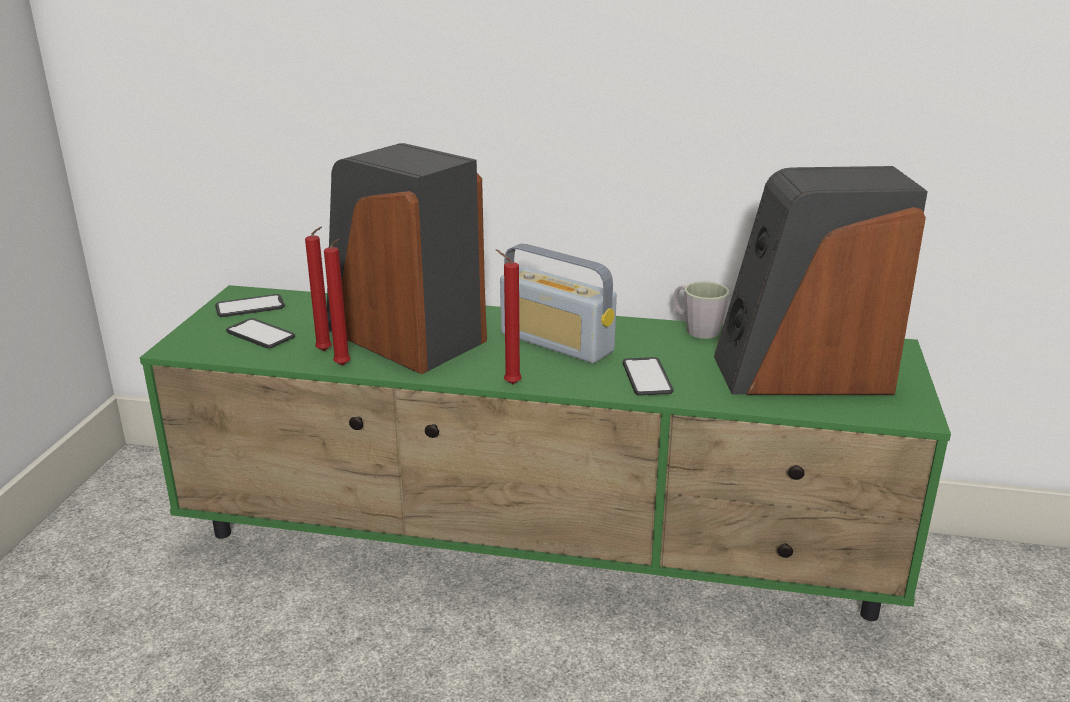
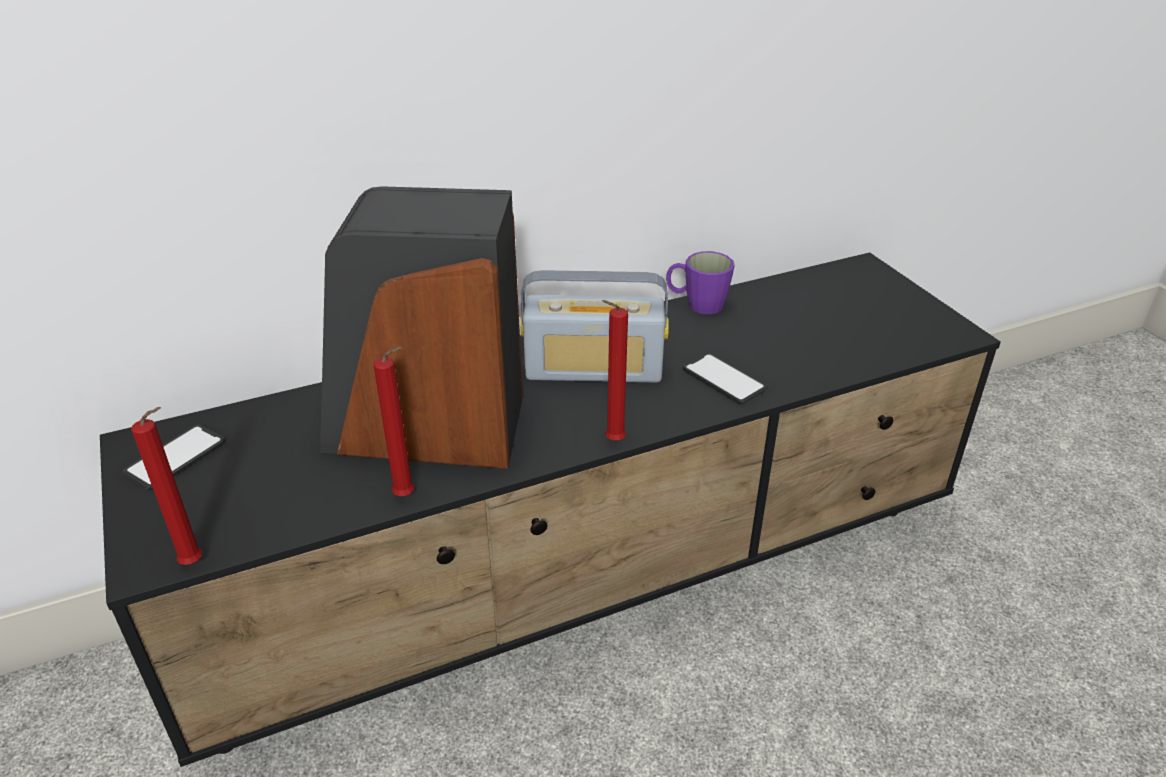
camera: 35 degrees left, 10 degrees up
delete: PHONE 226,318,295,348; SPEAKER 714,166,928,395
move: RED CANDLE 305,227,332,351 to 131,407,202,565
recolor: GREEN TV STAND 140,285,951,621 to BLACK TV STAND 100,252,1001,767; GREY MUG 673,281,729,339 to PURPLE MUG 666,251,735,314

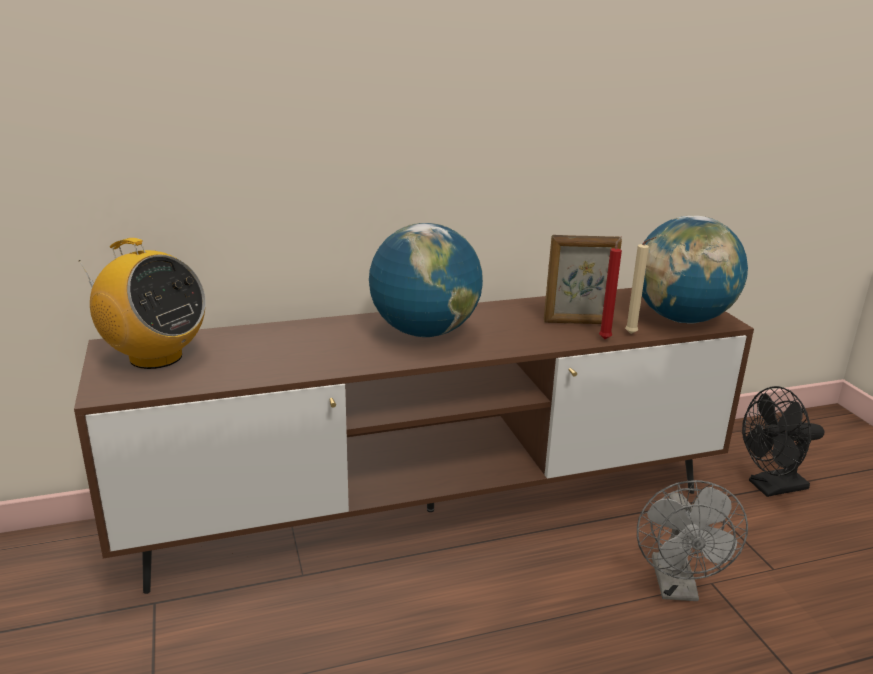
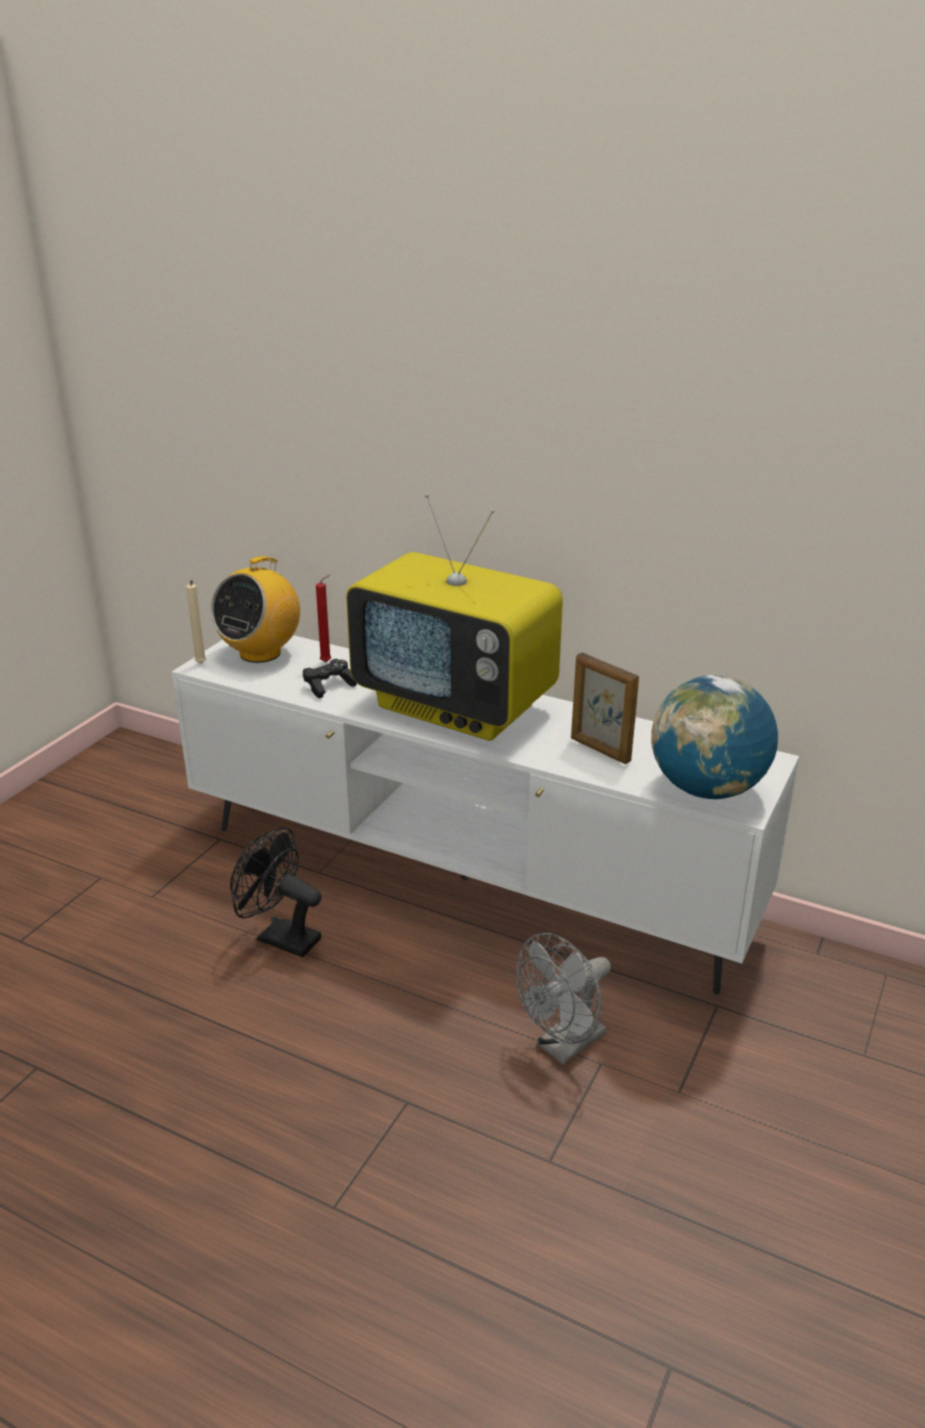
camera: 45 degrees right, 5 degrees up
insert: BLACK GAME CONTROLLER 303,659,357,698
move: RED CANDLE 599,237,622,339 to 316,575,331,662; BEIGE CANDLE 625,237,656,334 to 186,580,207,663; BLACK FAN 742,386,824,497 to 230,827,322,957
replace: GLOBE 369,223,483,337 to TELEVISION 346,493,563,741
recolor: BROWN TV STAND 74,288,754,594 to WHITE TV STAND 172,635,799,995
rotate: RADIO 79,238,206,369 = 211,556,300,663 45 degrees clockwise

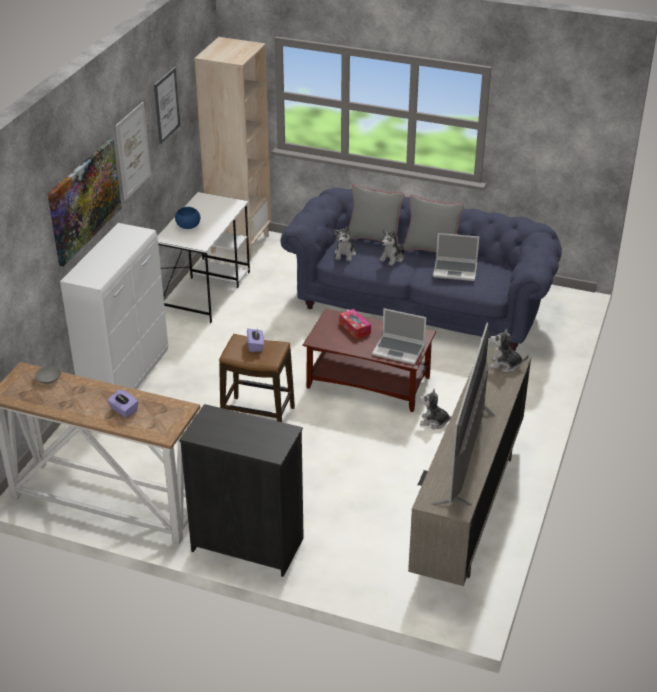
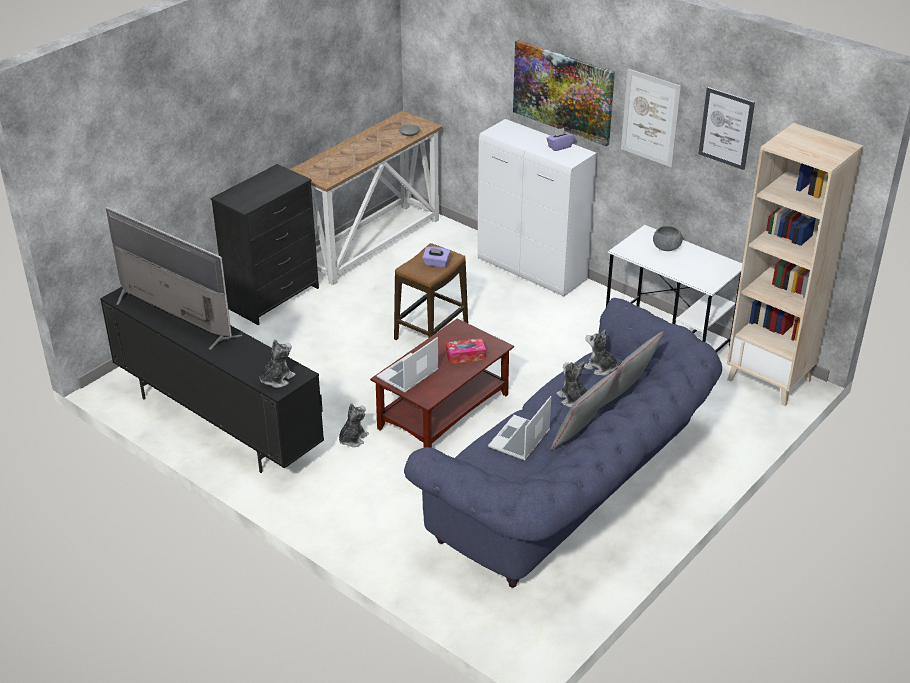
camera: 110 degrees right, 0 degrees up
move: PURPLE TISSUE BOX 107,389,138,418 to 546,128,574,151
recolor: BLUE BOWL 175,207,200,229 to GREY BOWL 653,226,683,251; BEIGE TV STAND 408,348,531,586 to BLACK TV STAND 100,287,324,473

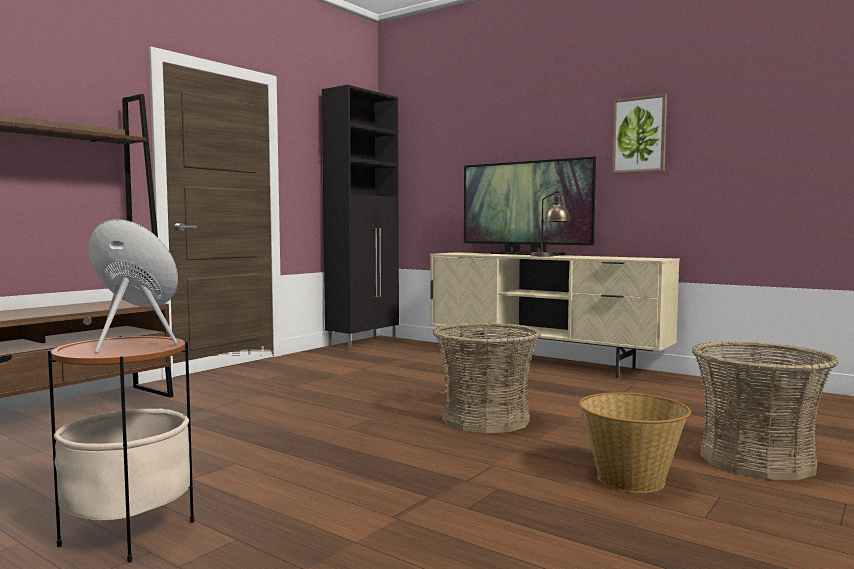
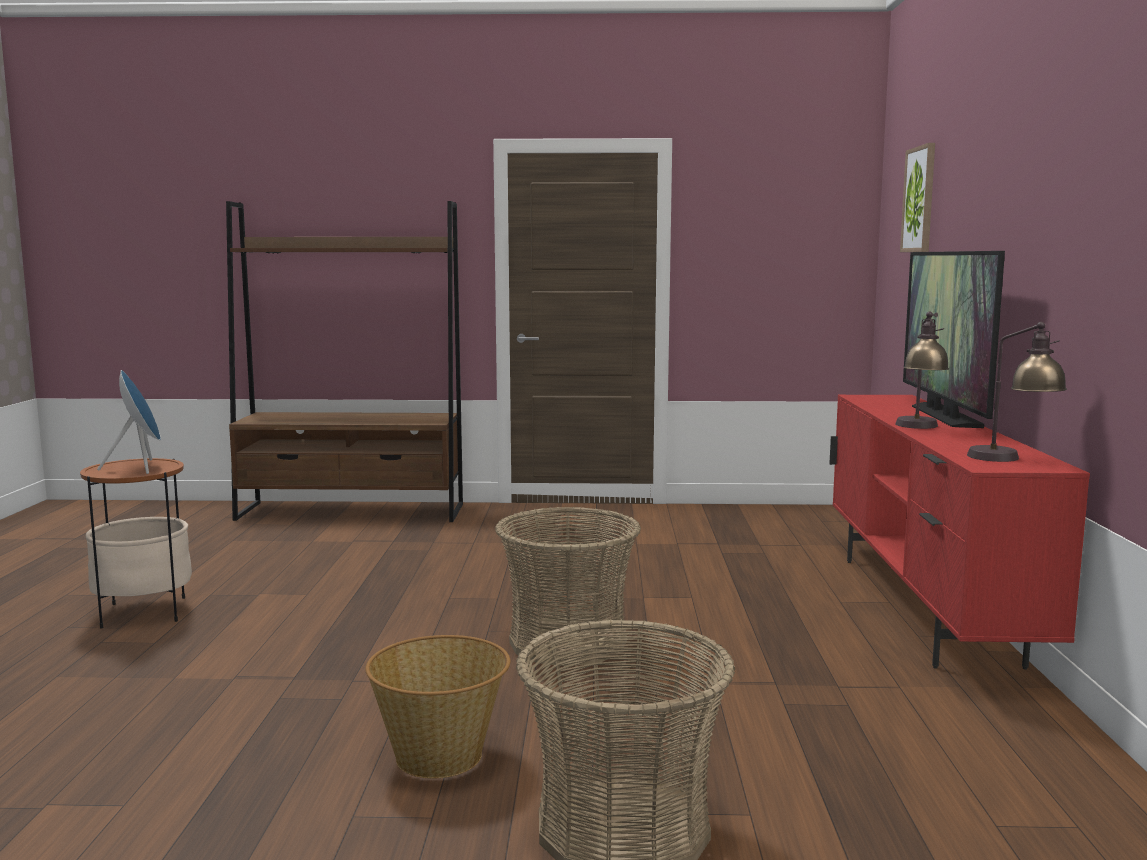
camera: 55 degrees right, 5 degrees up
delete: BLACK CABINET 322,85,399,351
insert: TABLE LAMP 967,322,1067,462
move: PICTURE 612,94,667,174 to 900,143,935,252
recolor: BEIGE TV STAND 430,252,680,378 to RED TV STAND 829,395,1090,670

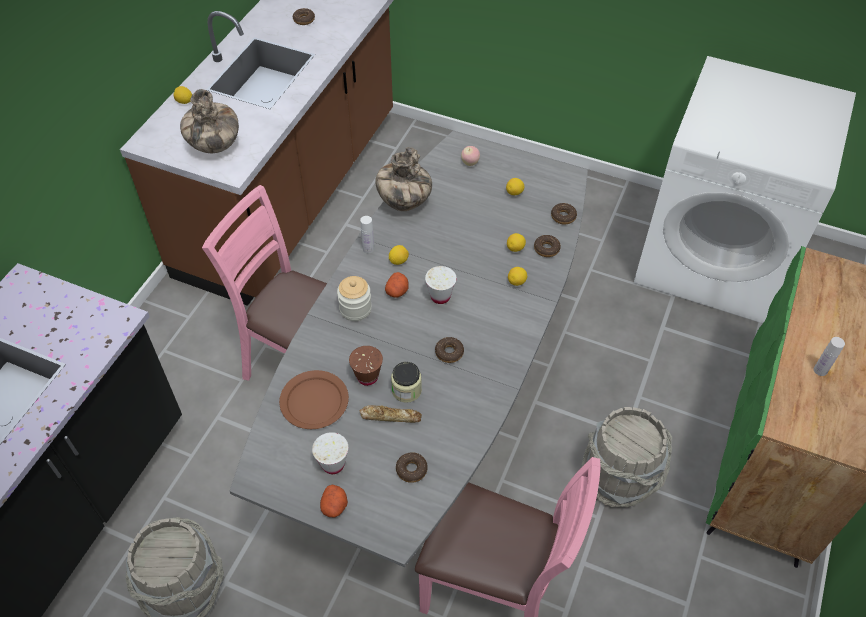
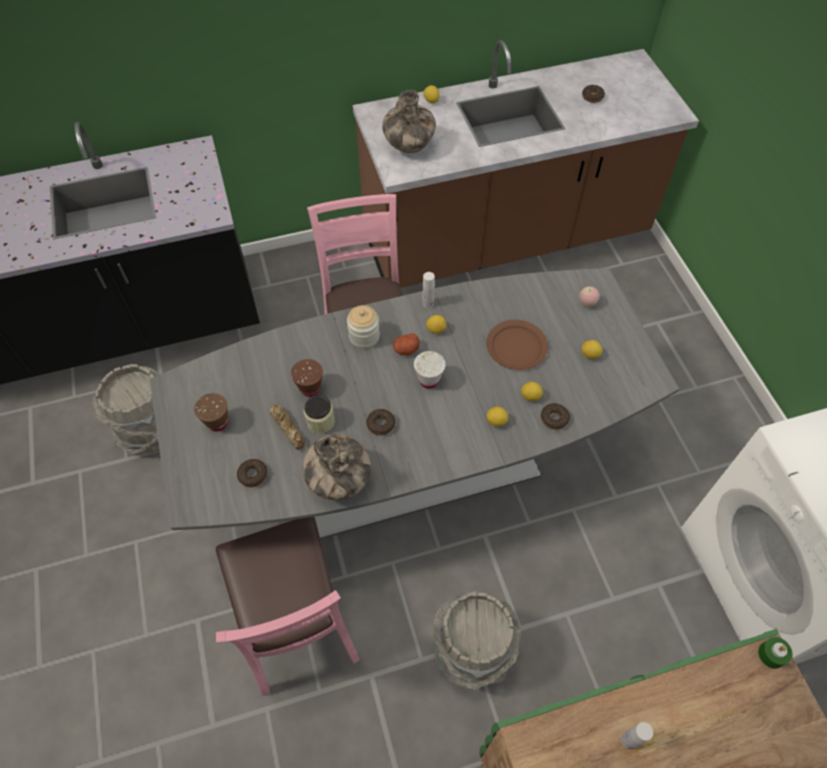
camera: 50 degrees right, 5 degrees up
delete: POTATO 320,484,348,518; DONUT 551,203,577,224
insert: GREEN CANDLE 758,637,793,669
move: BROWN PLATE 279,370,349,429 to 486,320,548,370; VASE 375,147,432,211 to 302,435,371,501
recolor: WHITE CUP 312,432,348,474 to BROWN CUP 194,393,228,431

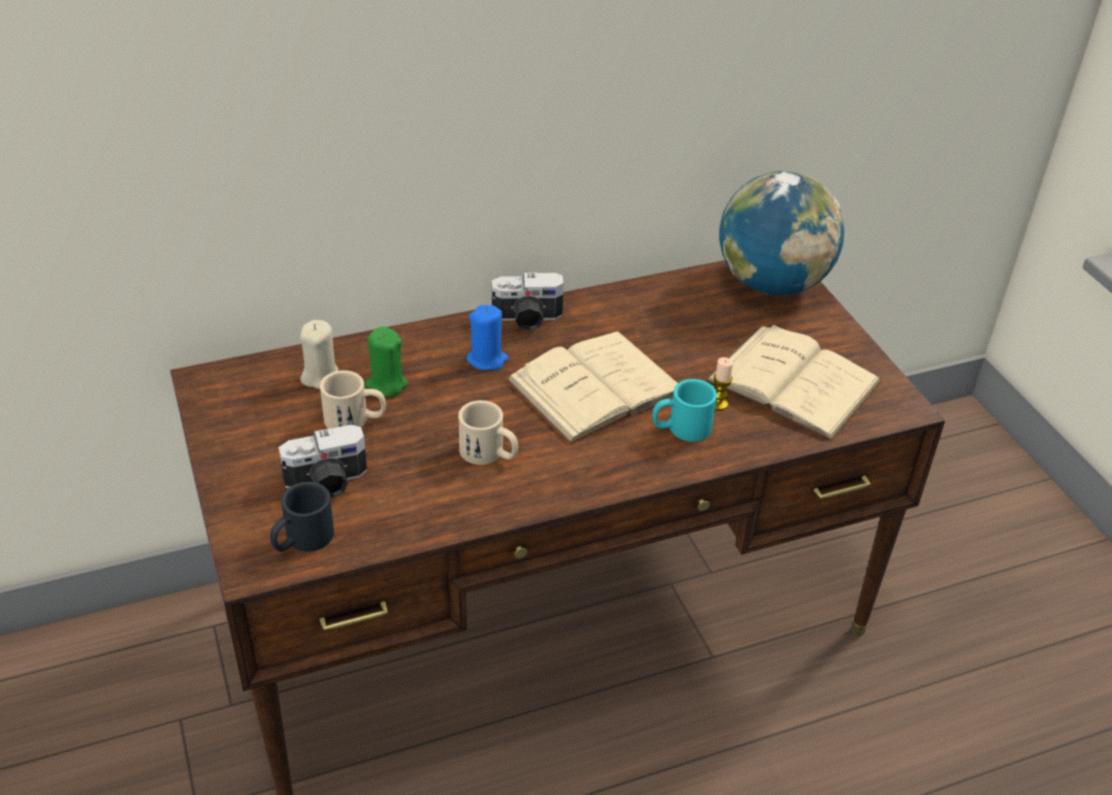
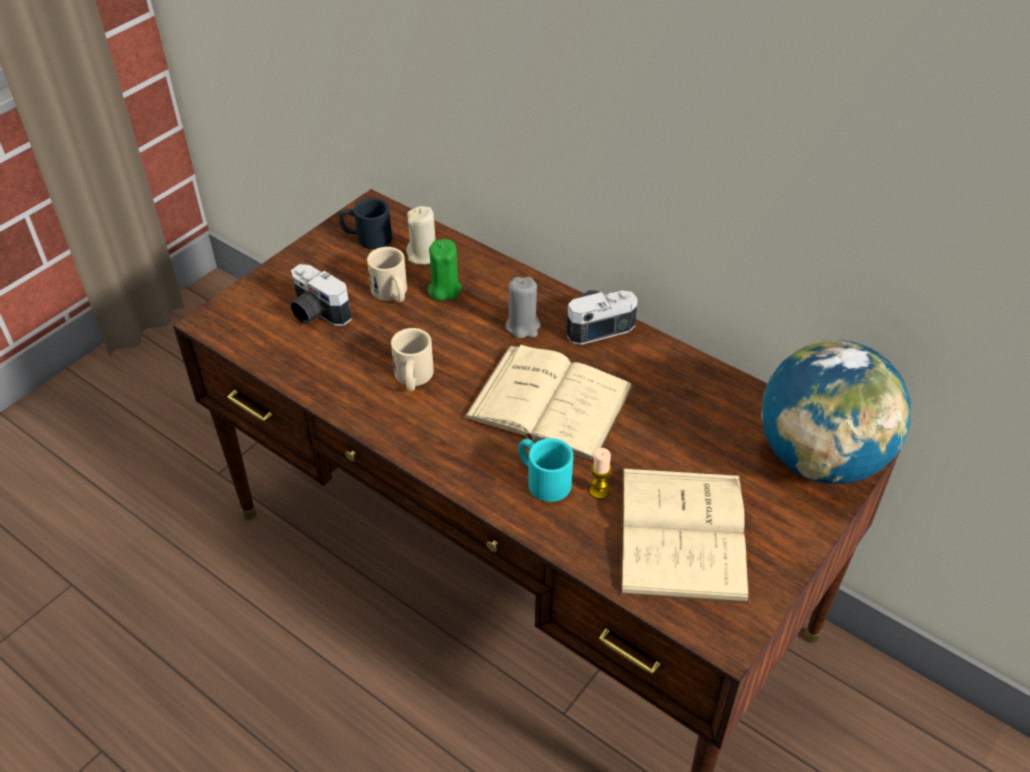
camera: 60 degrees right, 5 degrees up
move: BLACK MUG 270,482,334,552 to 339,198,392,249
recolor: BLUE CANDLE 466,305,508,370 to GREY CANDLE 506,277,541,339
rotate: PHOTO CAMERA 492,272,564,331 = 567,290,638,345 105 degrees clockwise

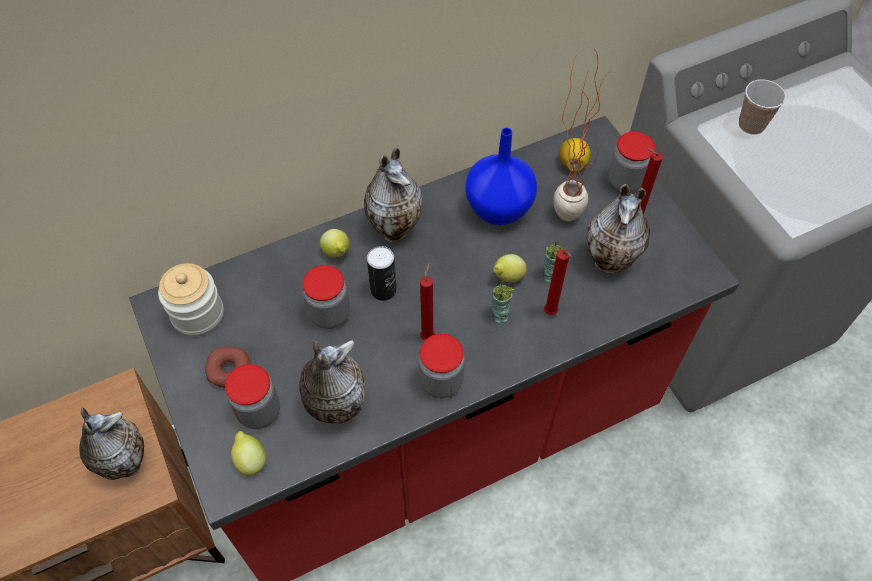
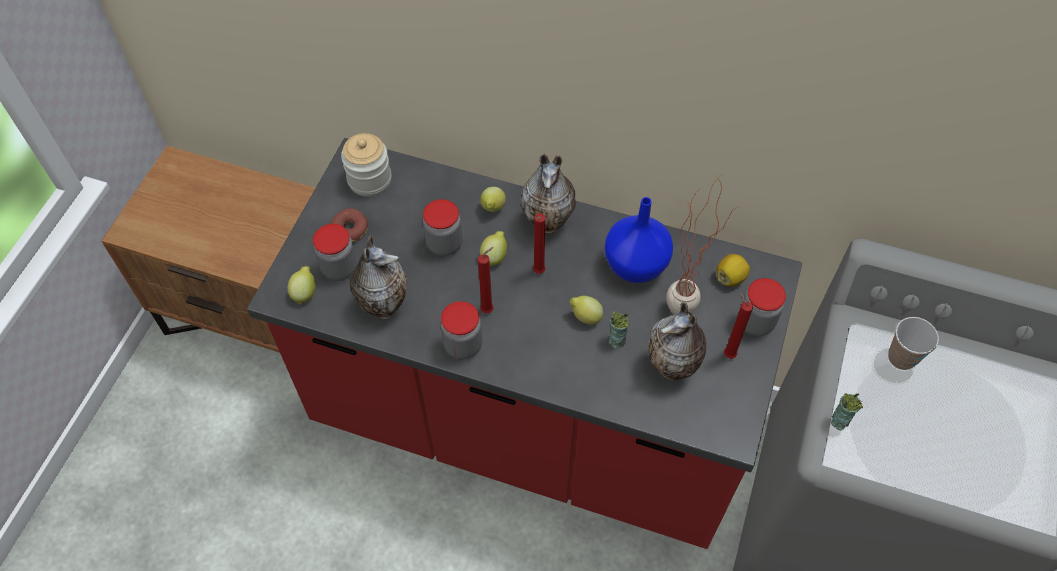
camera: 45 degrees right, 0 degrees up
delete: VASE 79,407,144,480
move: CUP 491,281,515,323 to 831,393,863,430; RED CANDLE 544,249,572,315 to 533,213,546,274
replace: CAN 367,246,397,301 to LEMON 480,231,507,266

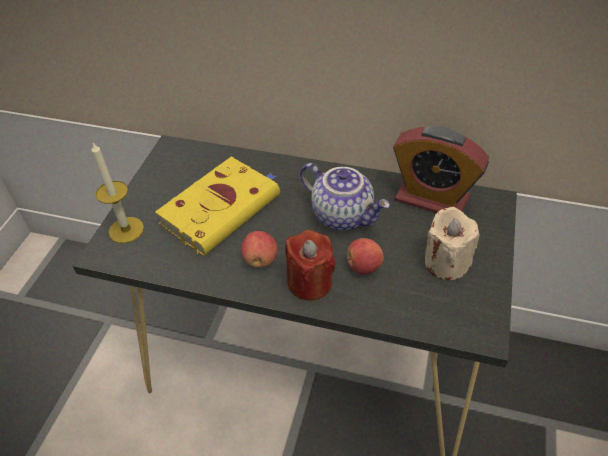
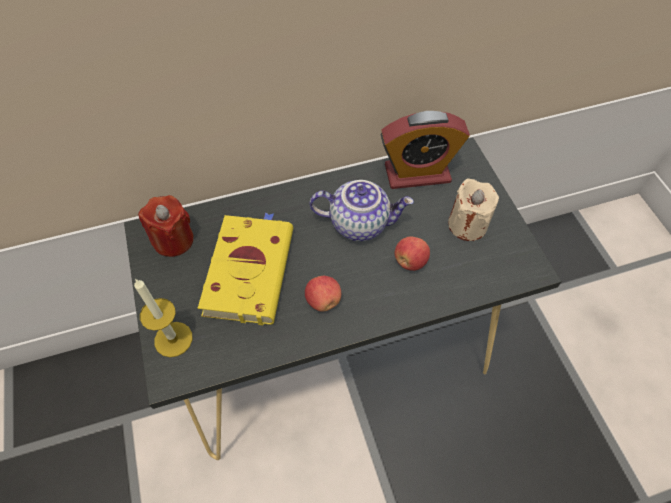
camera: 35 degrees left, 10 degrees up
move: RED CANDLE 285,230,336,300 to 138,195,194,257

